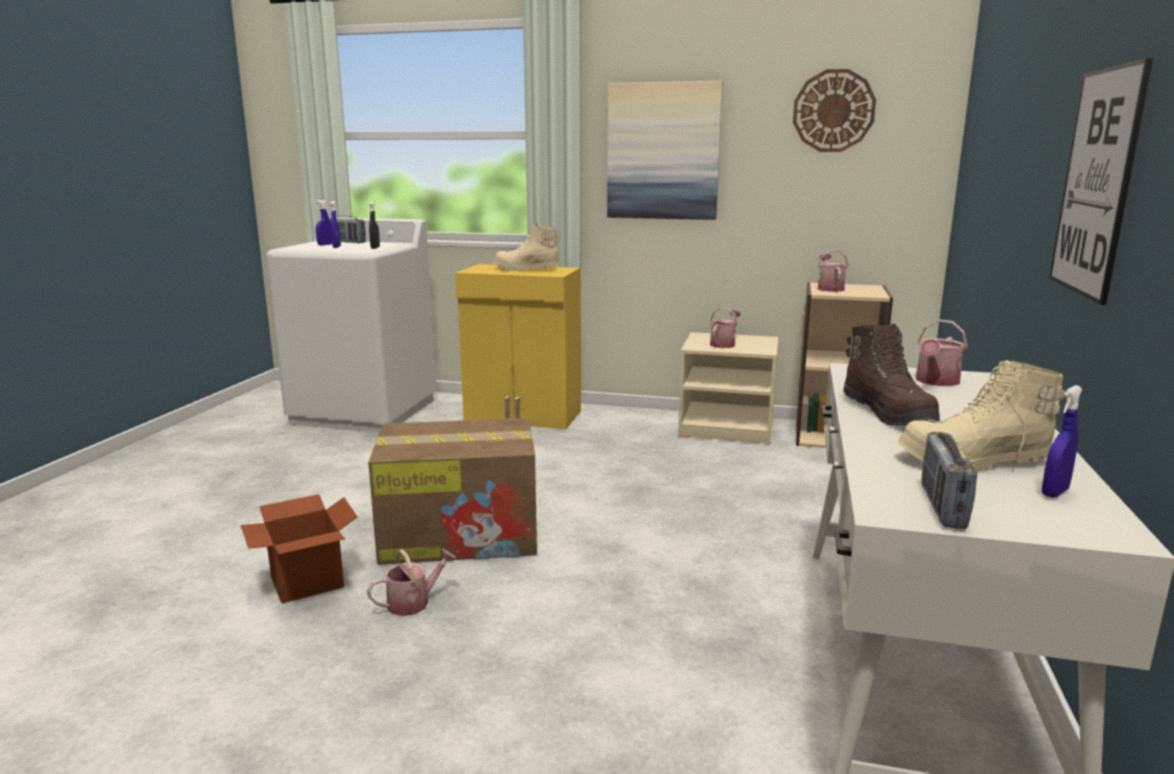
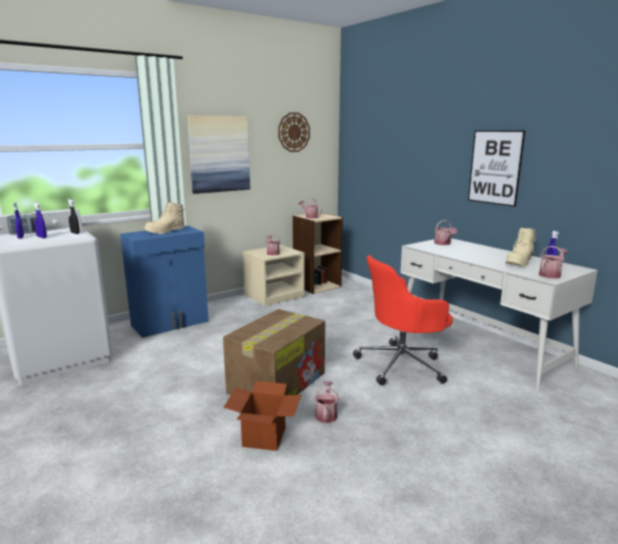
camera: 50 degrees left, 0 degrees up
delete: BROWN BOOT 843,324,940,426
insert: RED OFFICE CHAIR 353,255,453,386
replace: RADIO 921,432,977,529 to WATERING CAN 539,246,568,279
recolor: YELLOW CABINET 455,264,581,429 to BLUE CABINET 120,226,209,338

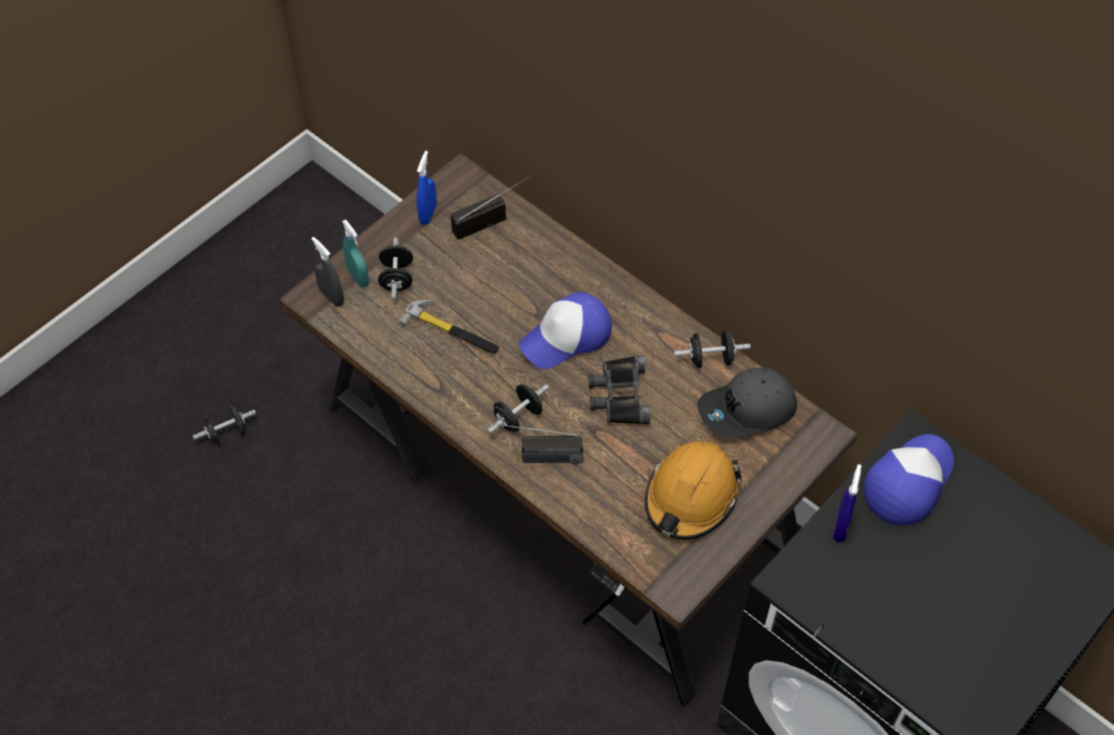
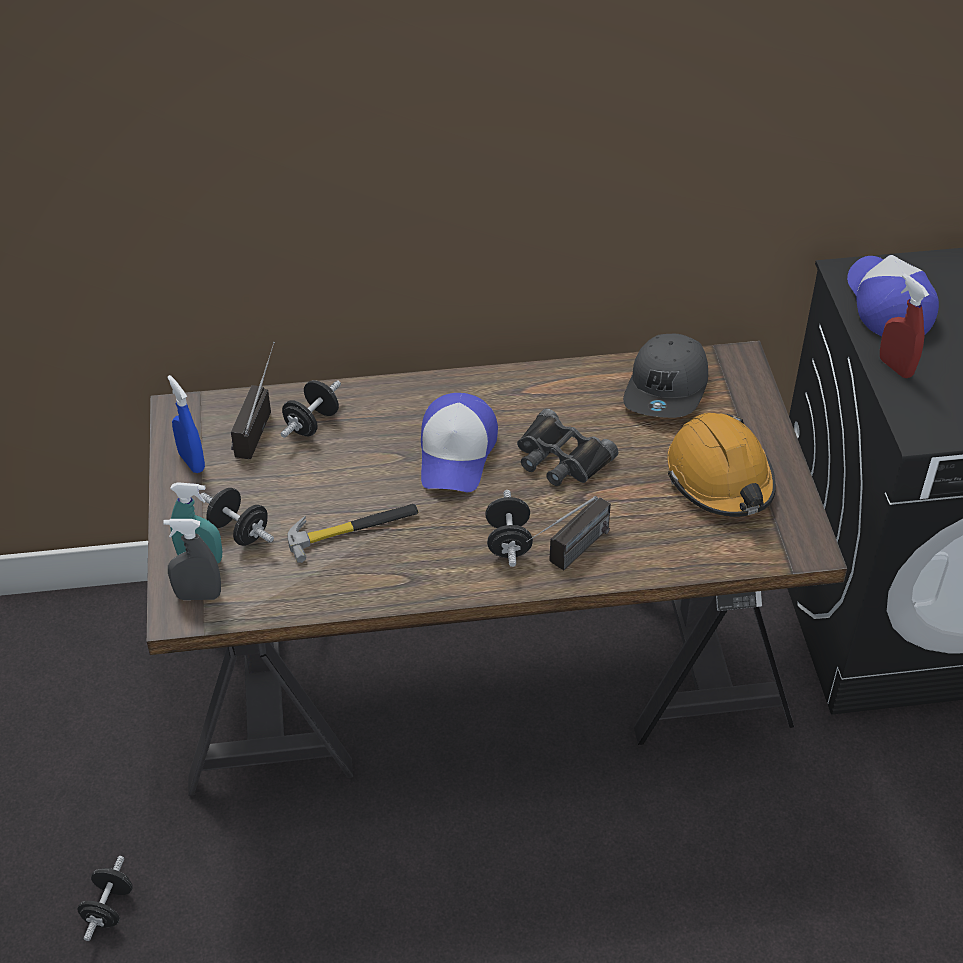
camera: 50 degrees left, 10 degrees down
move: BLACK DUMBBELL 674,330,750,368 to 281,380,341,438
recolor: BLUE SPRAY BOTTLE 833,464,862,542 to RED SPRAY BOTTLE 880,273,929,378

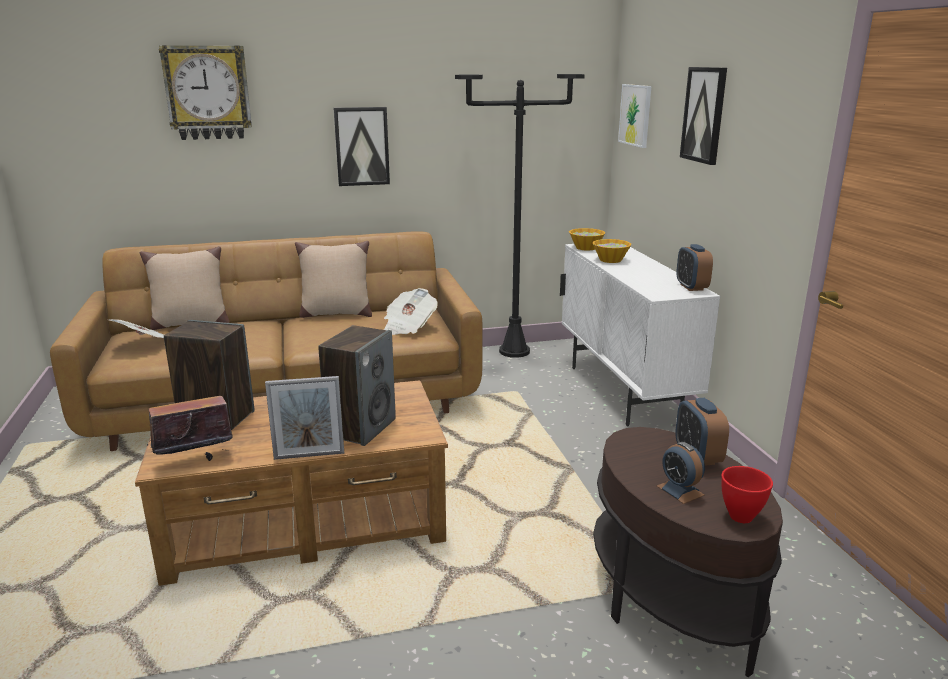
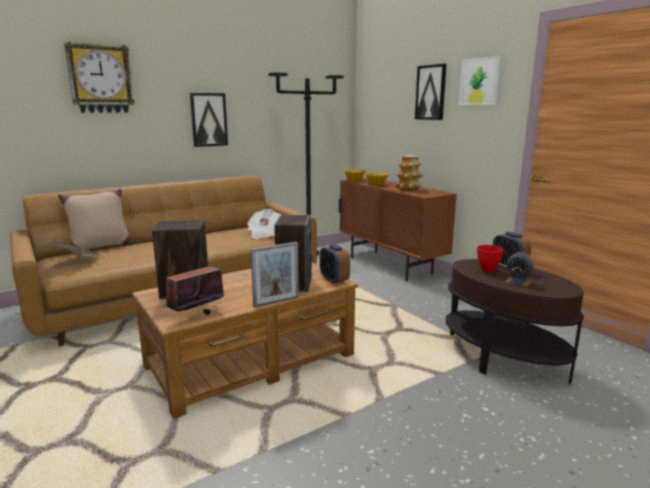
camera: 20 degrees left, 5 degrees down
delete: BEIGE PILLOW 295,241,372,318
insert: VASE 395,155,423,191
move: PICTURE 618,84,651,148 to 459,56,501,105; ALARM CLOCK 676,244,713,291 to 320,244,350,284; RED BOWL 722,466,773,523 to 477,245,504,273
recolor: WHITE CABINET 560,244,720,426 to BROWN CABINET 339,177,457,281

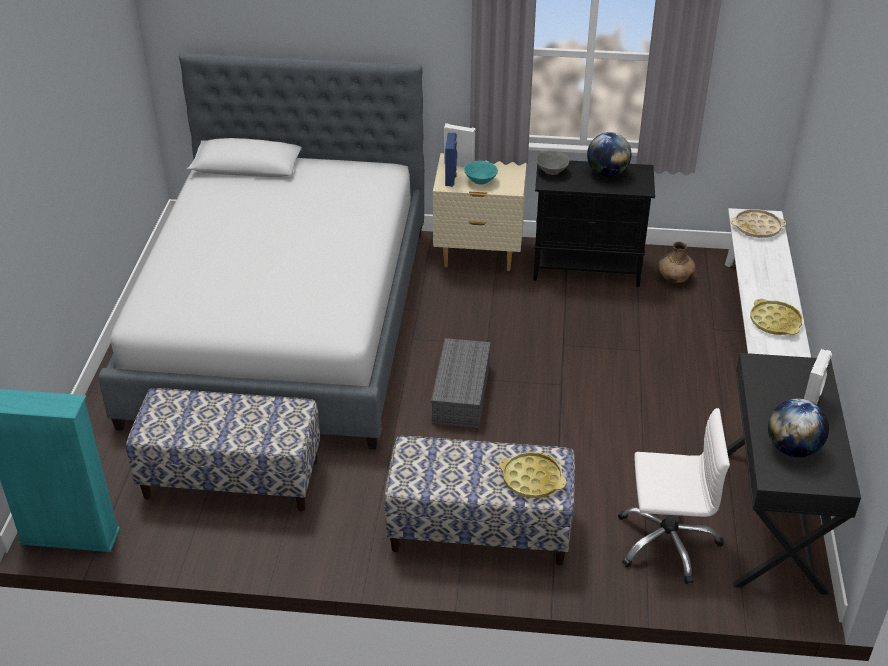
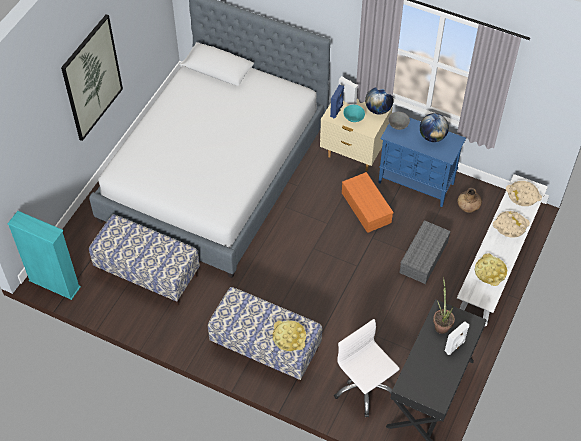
camera: 20 degrees right, 15 degrees up
insert: PICTURE 61,14,123,141; ORANGE STORAGE BOX 342,172,394,233; POTTED PLANT 433,277,455,334; BEIGE TRAY 493,211,530,238
move: GREY STORAGE BOX 431,338,491,428 to 400,220,451,284; GLOBE 768,399,829,457 to 365,87,393,115
recolor: BLACK CABINET 533,160,655,287 to BLUE CABINET 378,117,466,207
rotate: WHITE OFFICE CHAIR 618,408,730,584 = 334,319,400,417 150 degrees counterclockwise

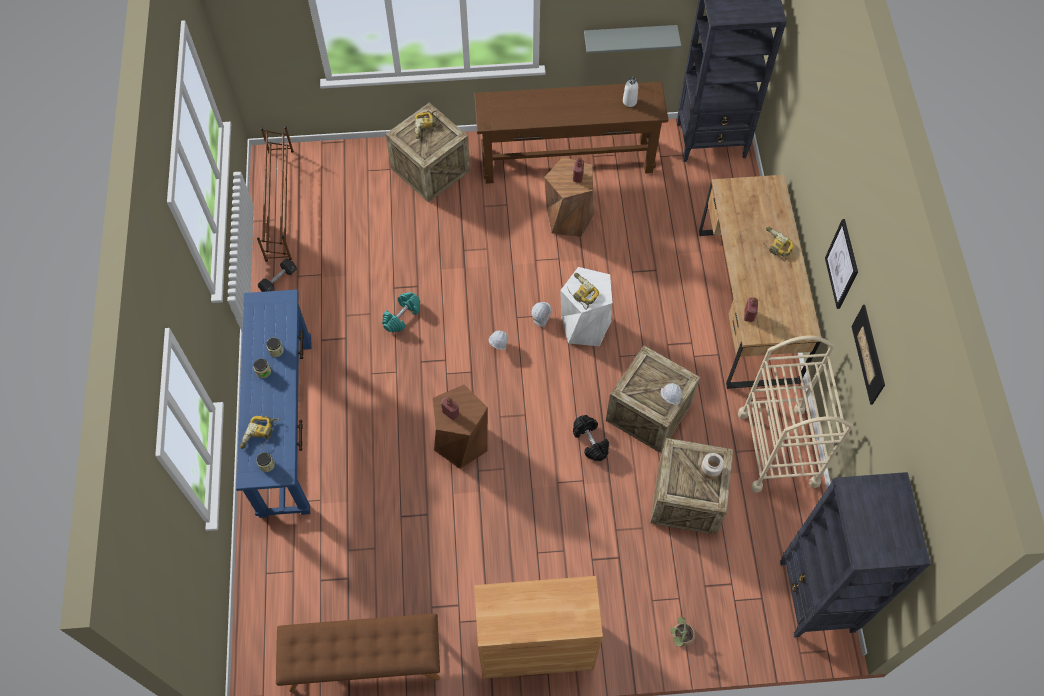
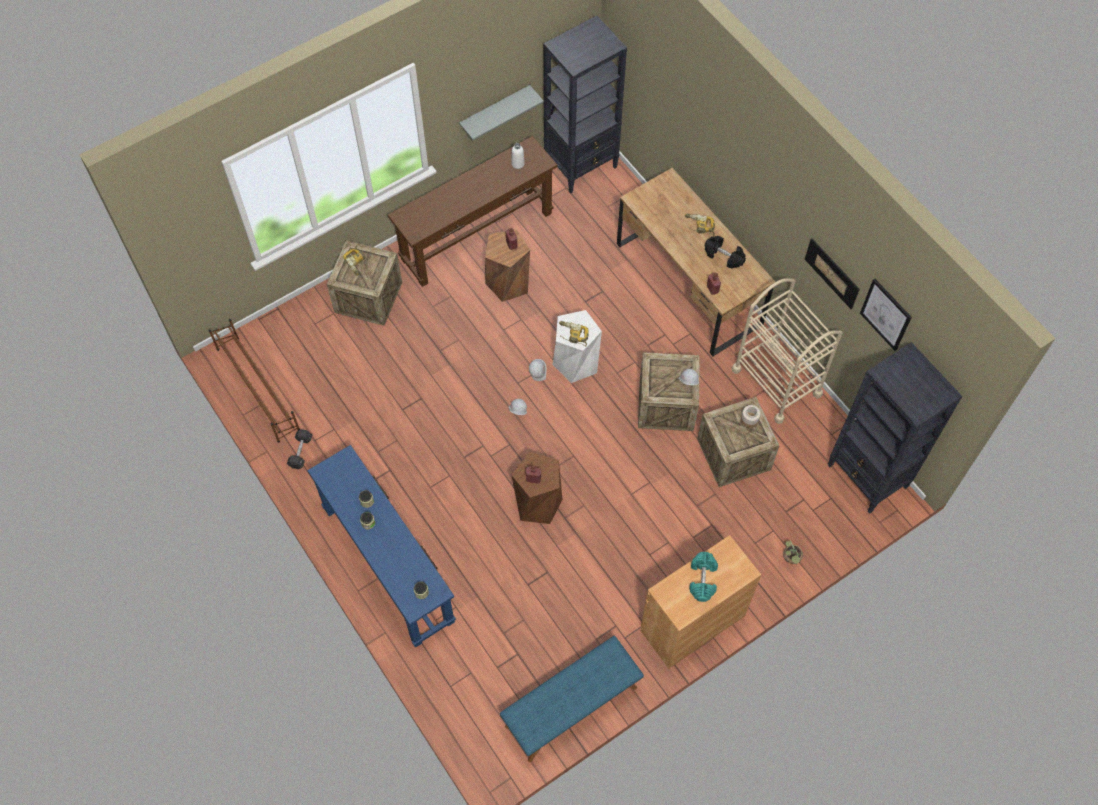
camera: 30 degrees left, 0 degrees up
delete: POWER DRILL 240,416,279,449
move: TURQUOISE DUMBBELL 382,292,420,333 to 689,552,718,602; BLACK DUMBBELL 573,415,609,461 to 705,236,746,269; PICTURE 825,219,858,309 to 860,279,912,351
recolor: BROWN BENCH 276,613,440,692 to BLUE BENCH 500,636,644,762

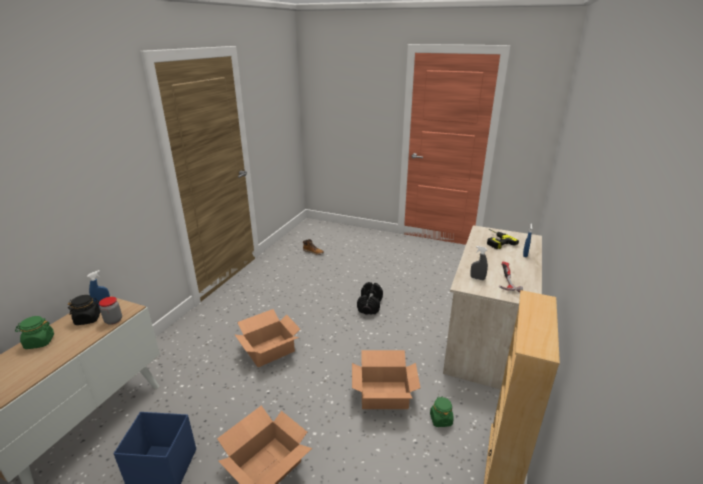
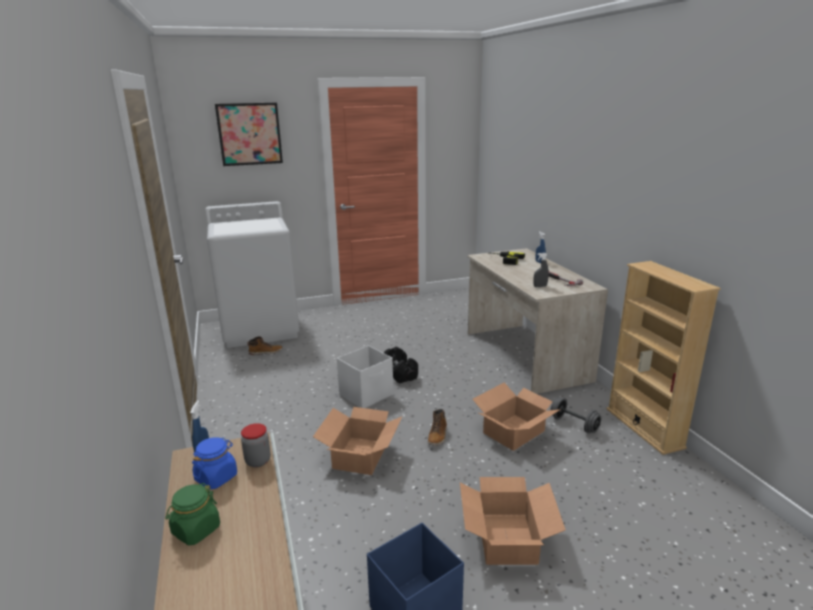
camera: 40 degrees left, 5 degrees down
insert: WHITE WASHING MACHINE 205,201,299,348; PICTURE 215,103,283,166; WHITE STORAGE BOX 337,346,393,408; BOOT 428,409,447,446
replace: GREEN JAR 430,396,454,427 to GREY DUMBBELL 550,397,601,433
recolor: BLACK JAR 68,295,100,325 to BLUE JAR 192,437,237,489

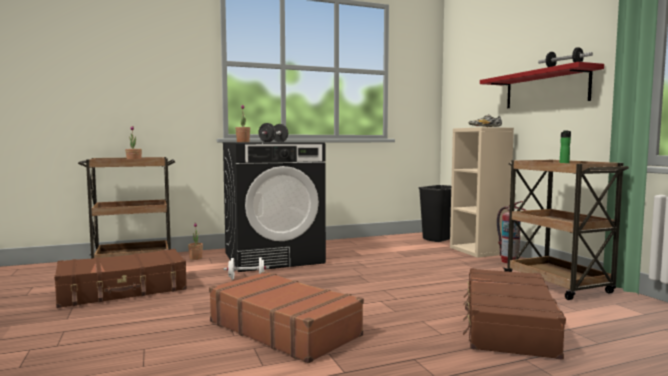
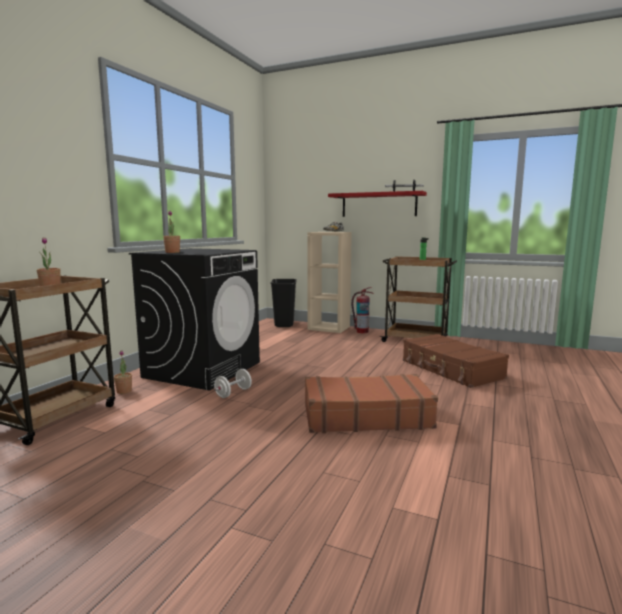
camera: 45 degrees left, 5 degrees up
delete: BROWN SUITCASE 54,249,187,308; BLACK DUMBBELL 259,123,288,142

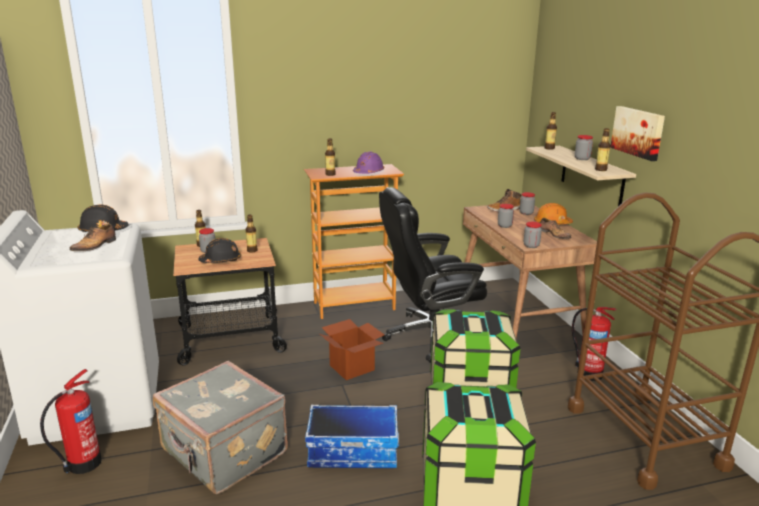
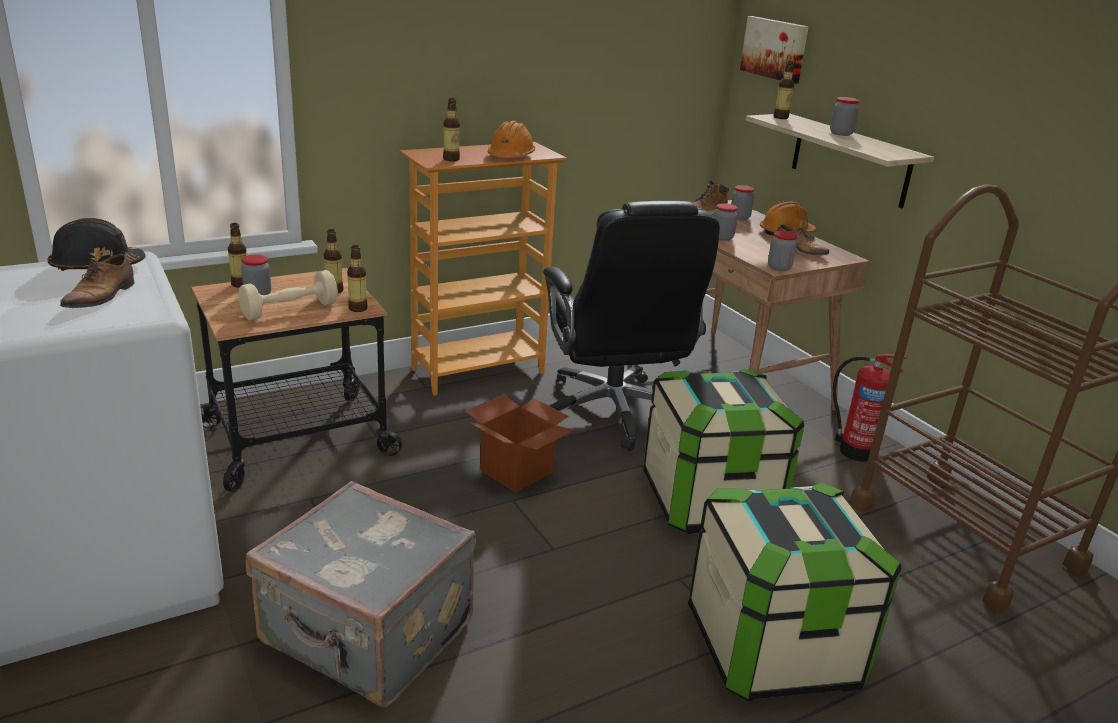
camera: 15 degrees left, 5 degrees up
delete: FIRE EXTINGUISHER 40,369,102,474; STORAGE BOX 305,405,399,468
move: BOTTLE 595,128,611,171 to 347,245,367,312; PICTURE 610,106,665,161 to 740,16,809,84
replace: BLACK HARD HAT 198,238,241,263 to BEIGE DUMBBELL 238,270,338,320
recolor: PURPLE HARD HAT 353,151,384,174 to ORANGE HARD HAT 488,121,535,158
rotate: BLACK OFFICE CHAIR 379,188,487,363 = 543,201,720,451 75 degrees counterclockwise

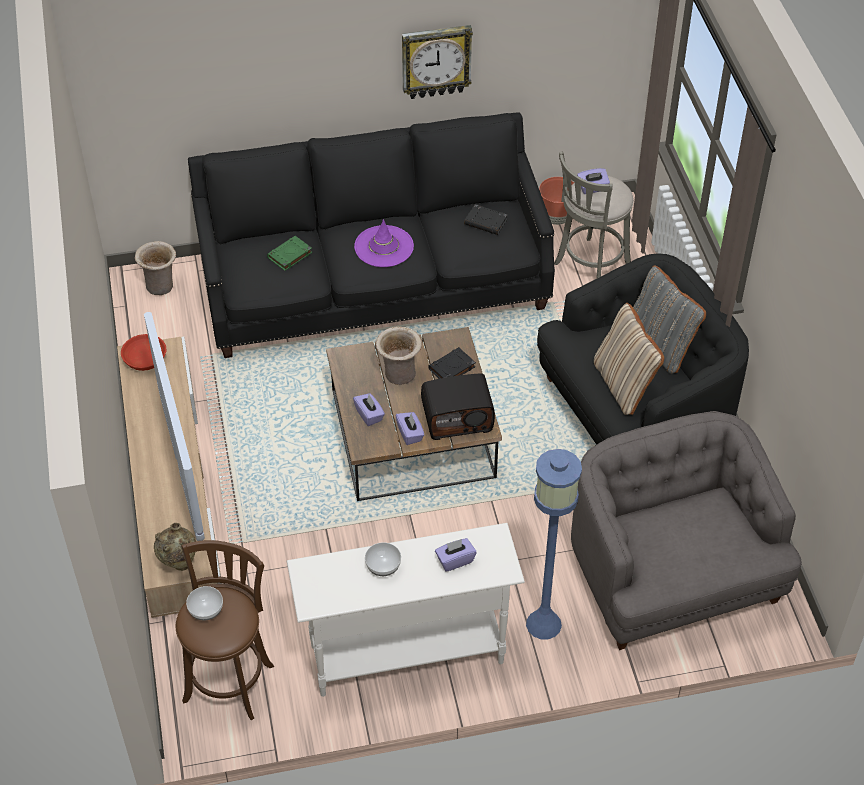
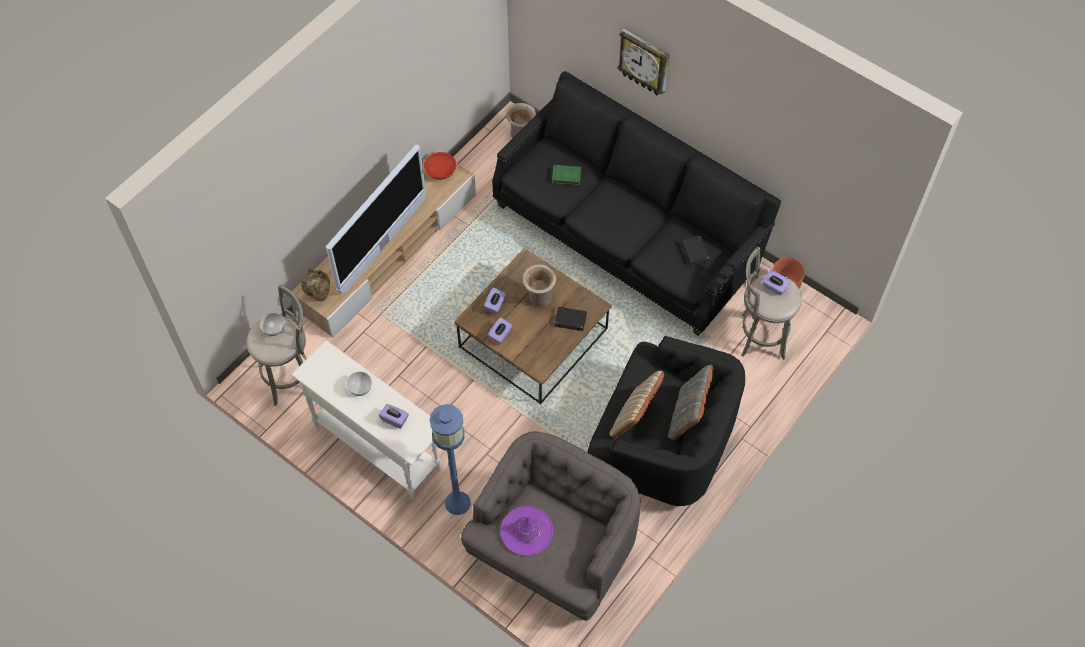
camera: 50 degrees right, 10 degrees up
delete: RADIO 421,373,495,440
move: PURPLE HAT 354,219,414,267 to 501,506,553,555; WALL CLOCK 402,25,473,99 to 617,28,670,95
recolor: BROWN STOOL 176,540,274,720 to GREY STOOL 247,285,307,406

